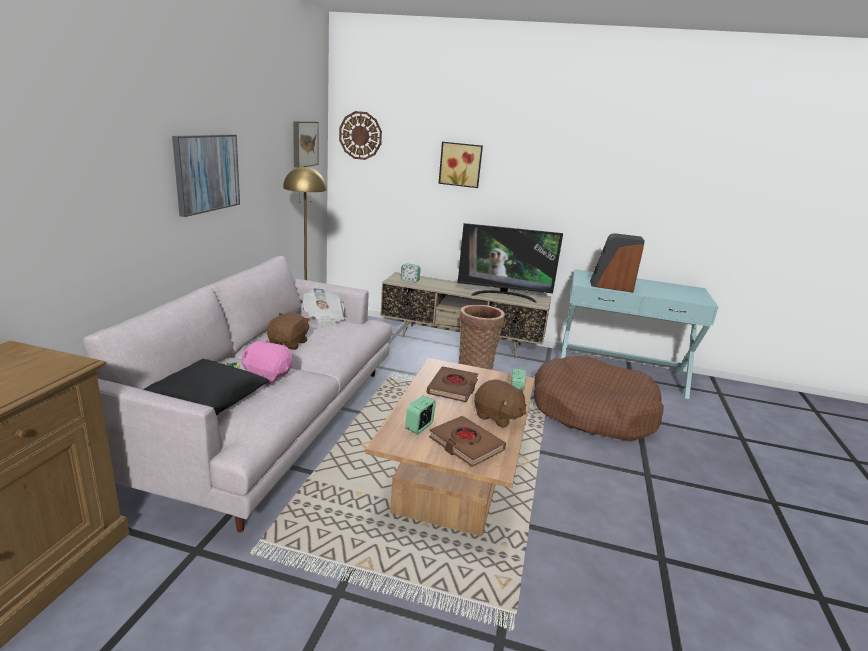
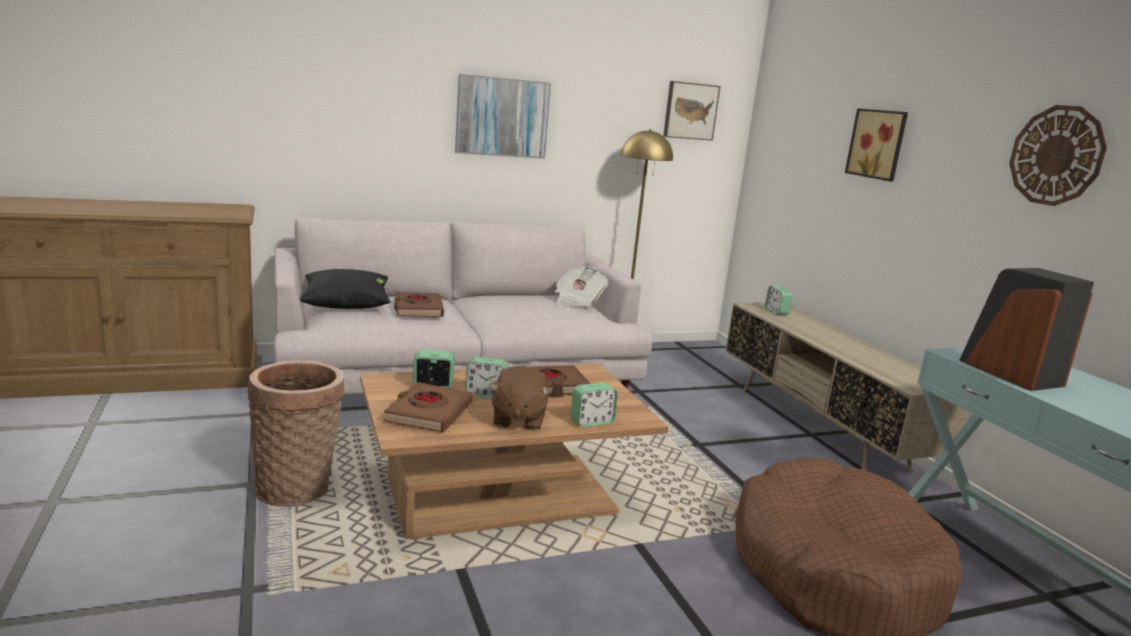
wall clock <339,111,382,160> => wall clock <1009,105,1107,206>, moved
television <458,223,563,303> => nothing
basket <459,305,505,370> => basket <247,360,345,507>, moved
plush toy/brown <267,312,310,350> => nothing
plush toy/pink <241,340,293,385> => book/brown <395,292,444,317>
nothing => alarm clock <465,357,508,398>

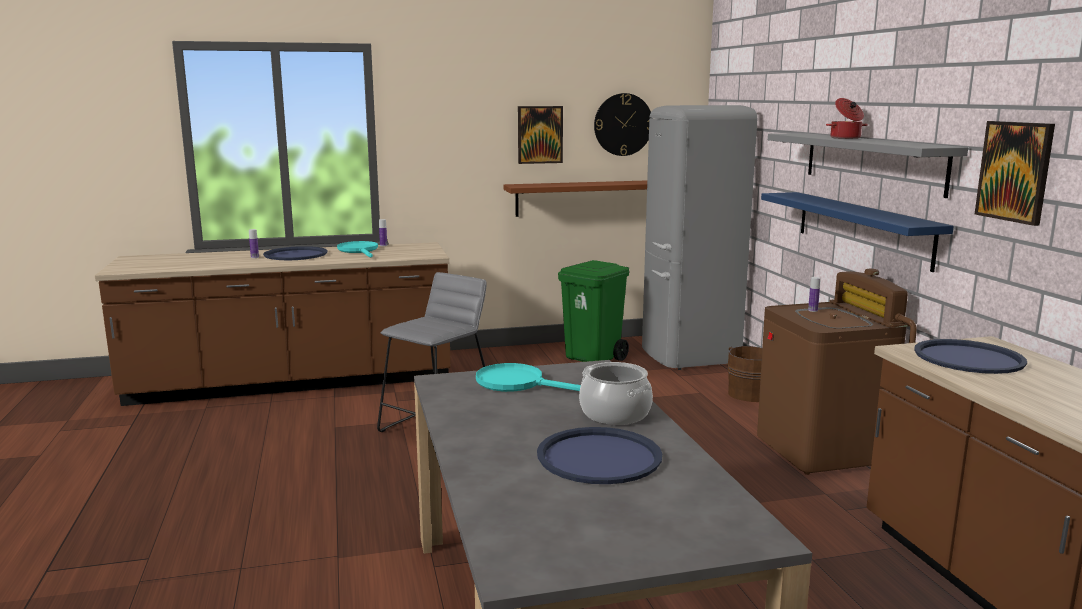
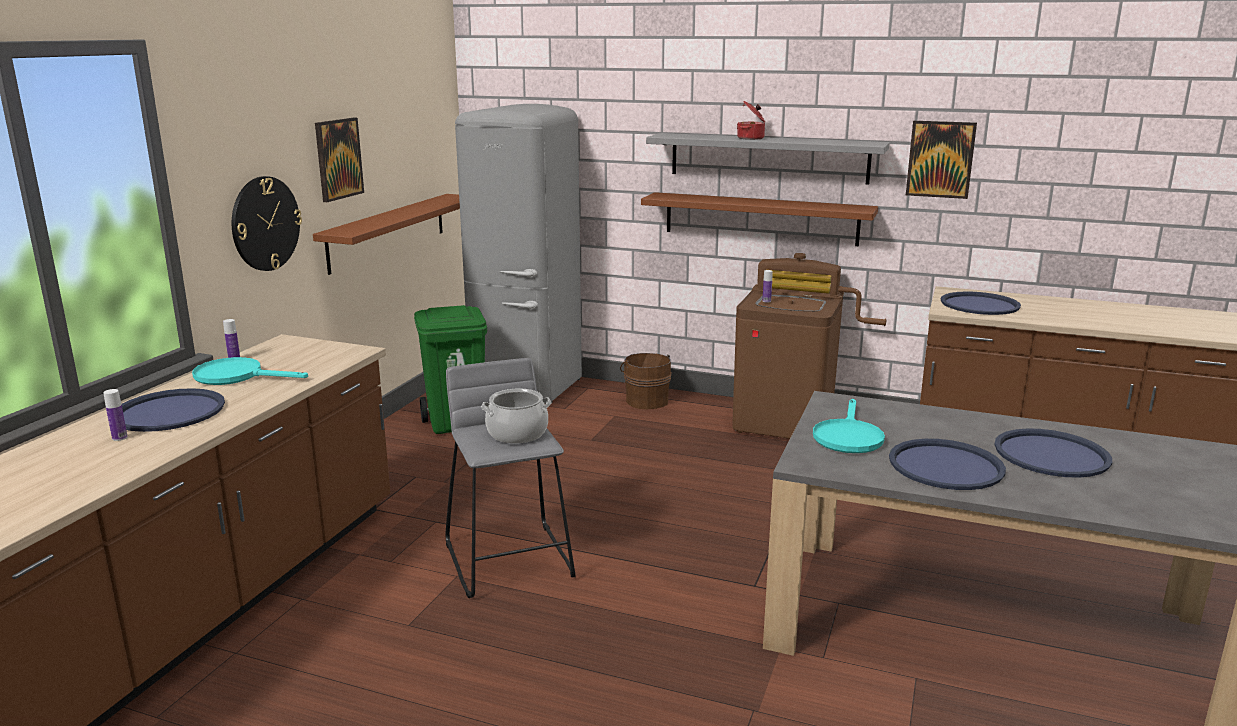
wall clock <594,93,651,156> => wall clock <232,176,302,271>, moved
shelf/blue <761,192,954,272> => shelf/brown <641,192,878,246>
cooking pot <579,362,653,425> => cooking pot <481,389,551,443>, moved
frying pan/turquoise <476,363,581,392> => frying pan/turquoise <813,399,885,453>, 45 degrees counterclockwise
nothing => tray/blue <889,439,1006,490>

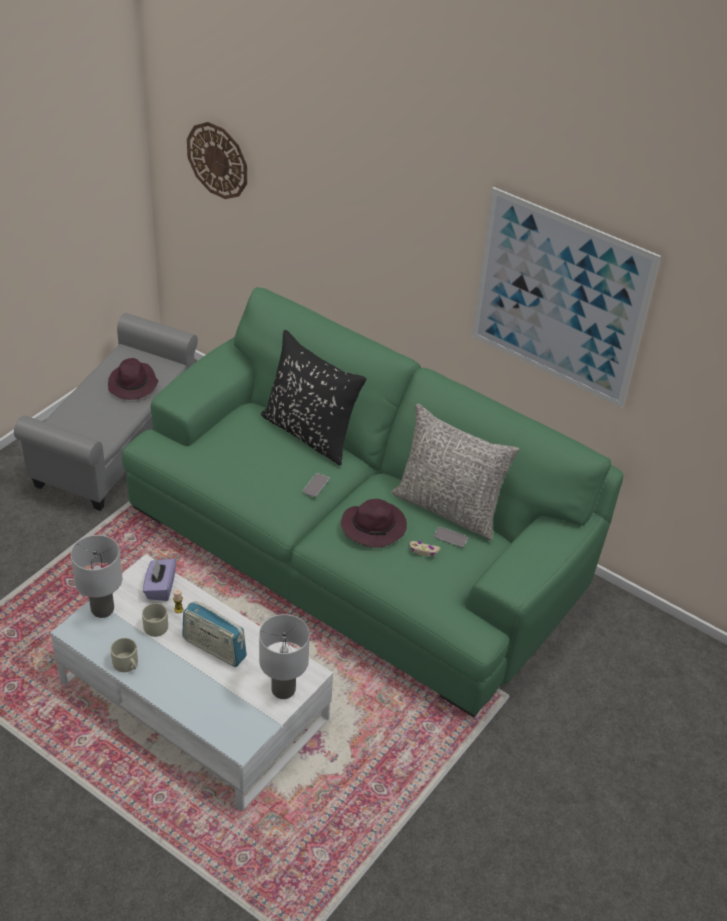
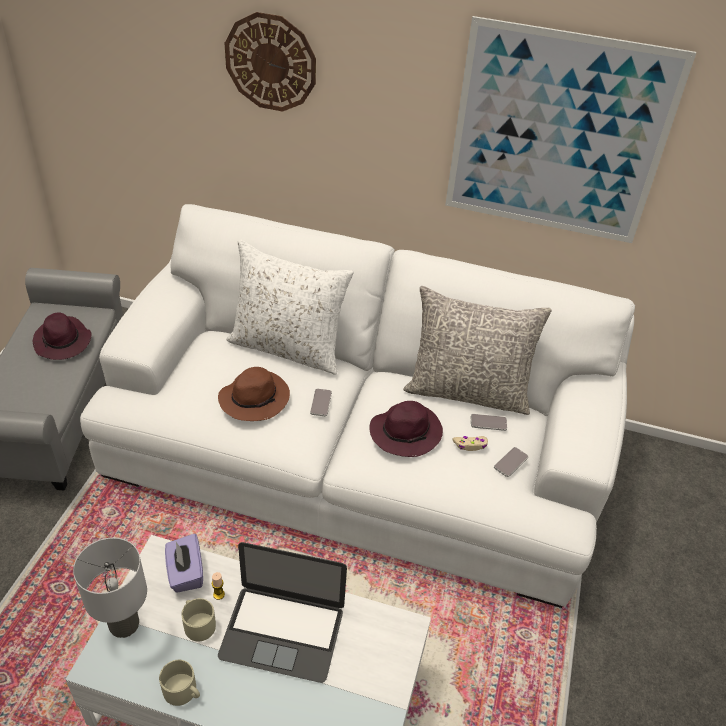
wall clock <187,122,247,199> => wall clock <224,12,316,112>, moved
sofa/green <122,287,623,717> => sofa/white <80,204,635,608>
pillow/black <261,330,366,465> => pillow/white <226,240,354,375>
radio <182,601,247,667> => laptop <218,542,347,683>
table lamp/white <259,614,310,699> => nothing
nothing => hat/brown <218,367,290,421>
nothing => phone <494,447,528,477>

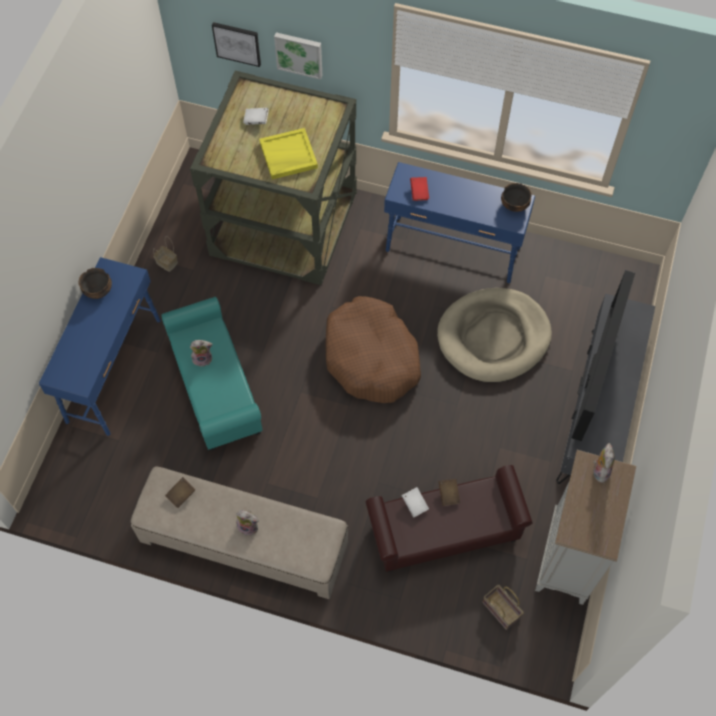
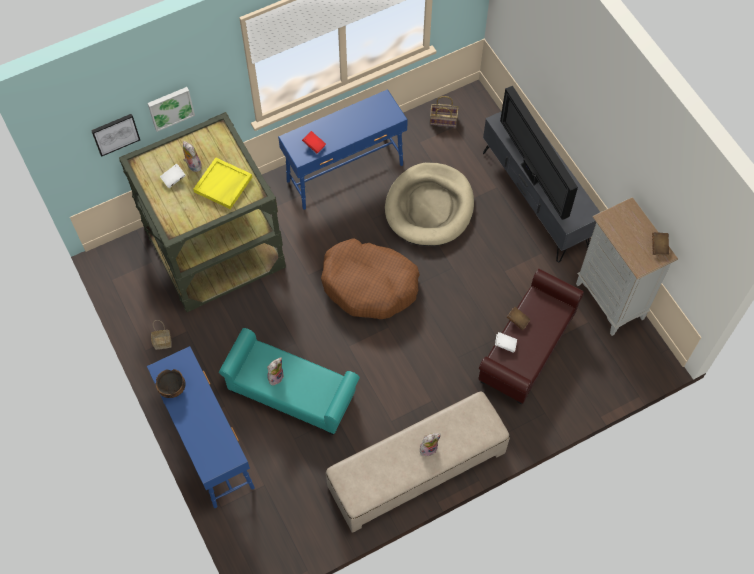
bowl <501,183,532,212> => nothing
plush toy <593,443,615,483> => plush toy <183,141,202,172>, moved
book/brown <165,477,196,508> => book/brown <652,232,669,255>, moved
basket <482,584,524,630> => basket <430,96,458,127>, moved

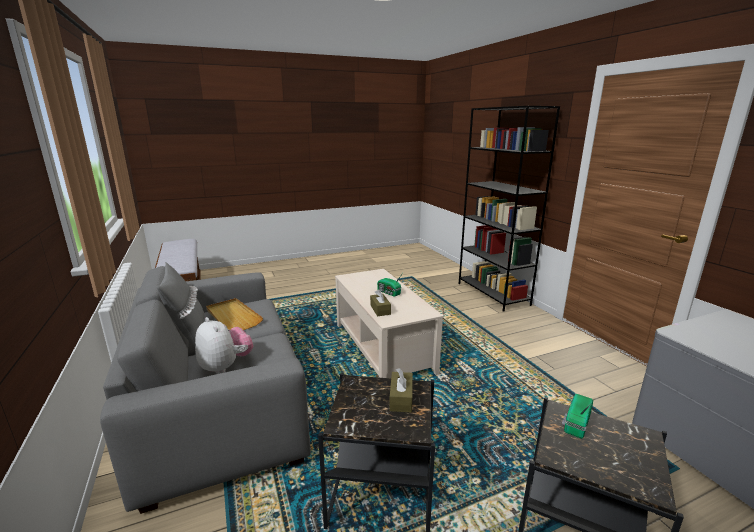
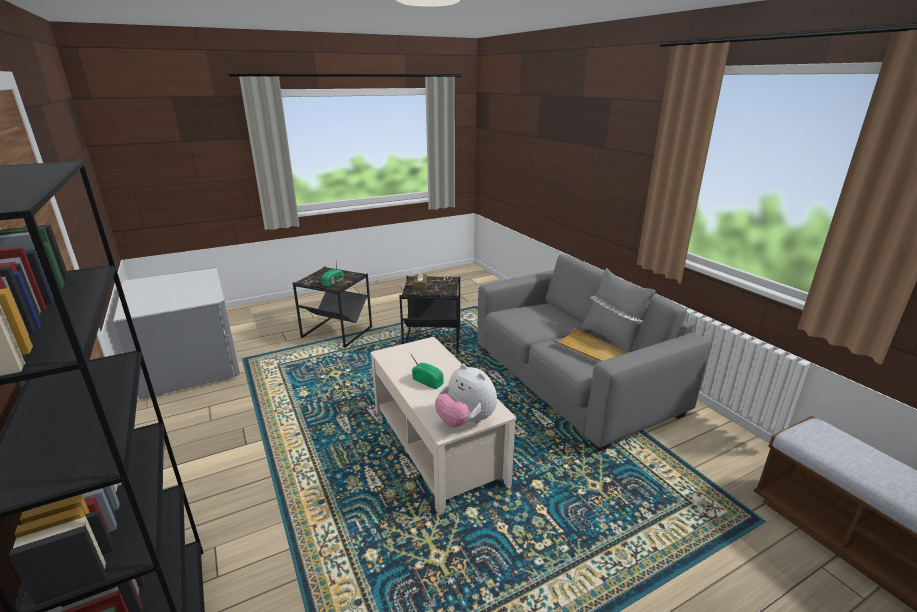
tissue box/brown <370,289,391,316> => nothing
plush toy <195,317,253,374> => plush toy <435,364,497,427>, moved

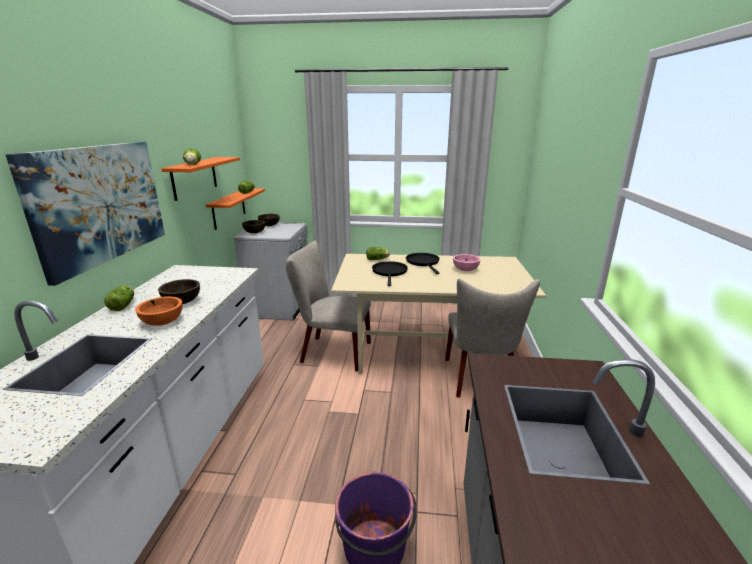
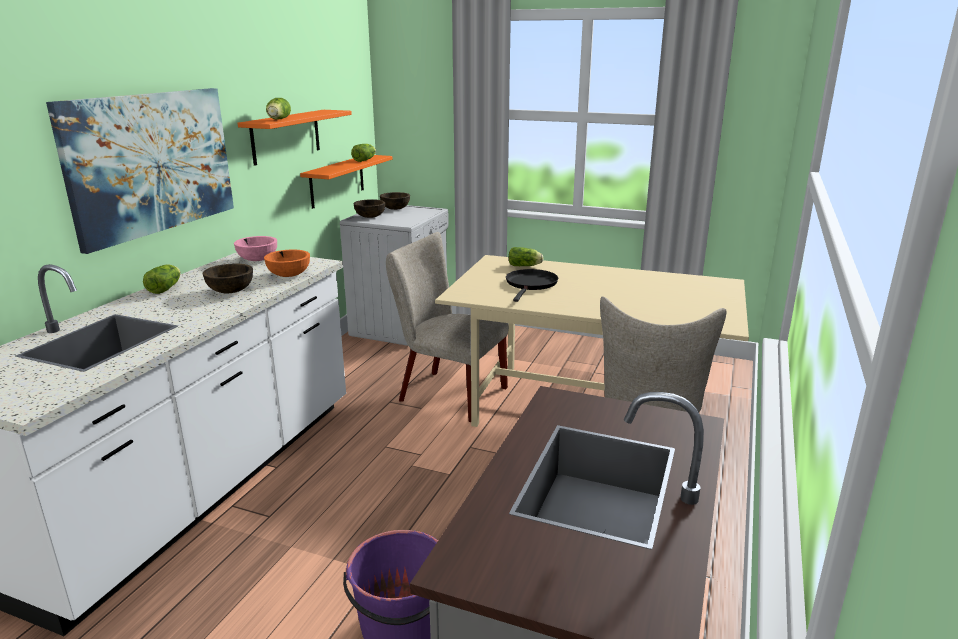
frying pan/black <406,253,440,274> => nothing
bowl/pink <453,254,481,271> => bowl/pink <234,236,277,261>, moved
bowl/orange <135,296,182,326> => bowl/orange <264,250,310,277>, moved

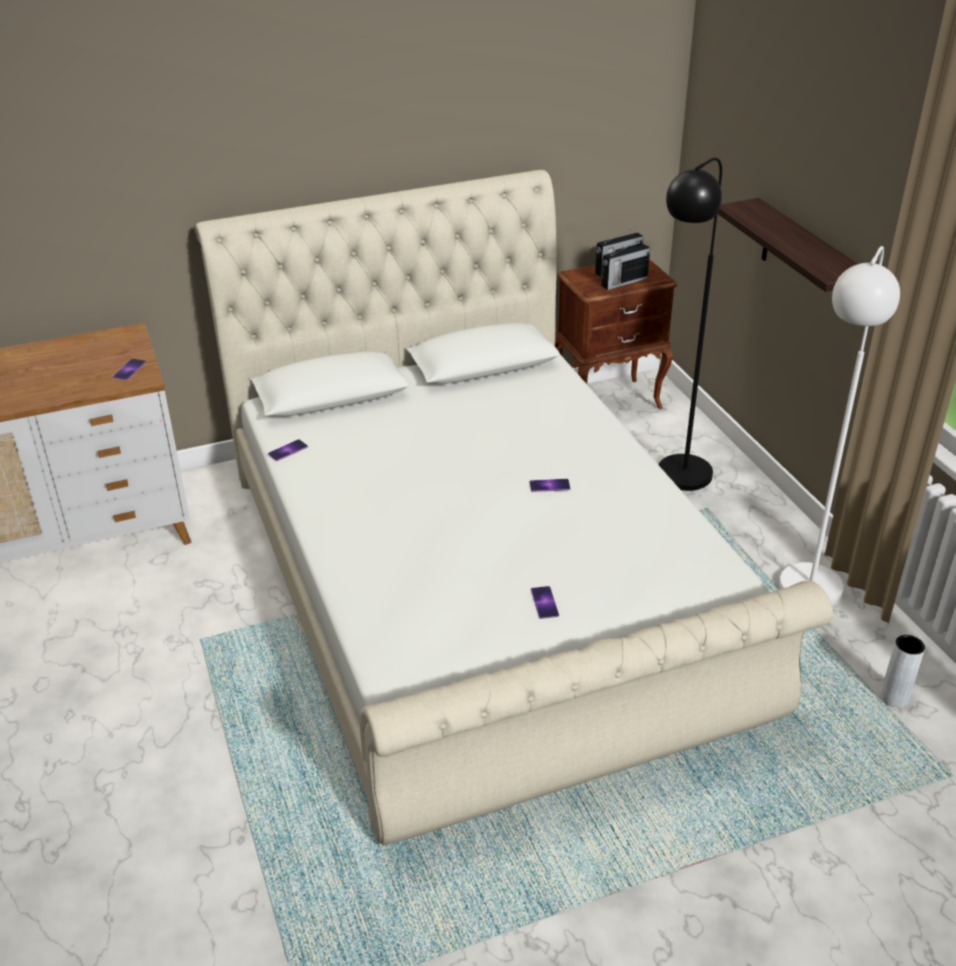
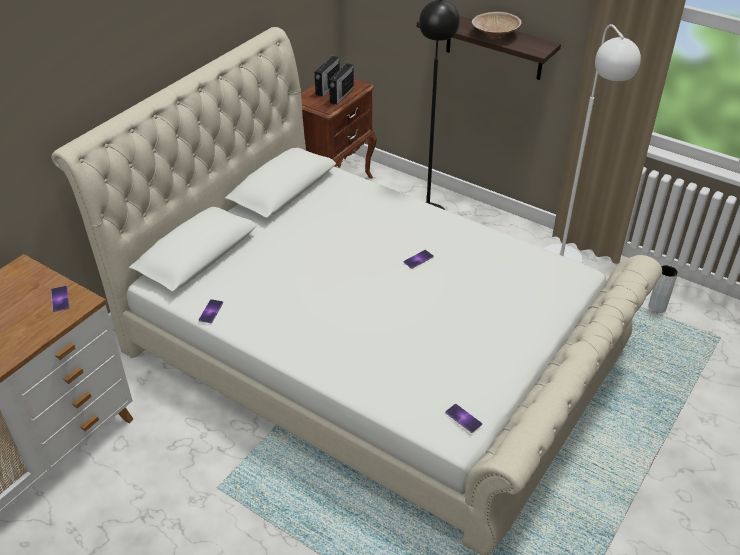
phone <531,586,559,619> => phone <445,404,482,433>, moved
nothing => bowl/beige <472,12,522,38>

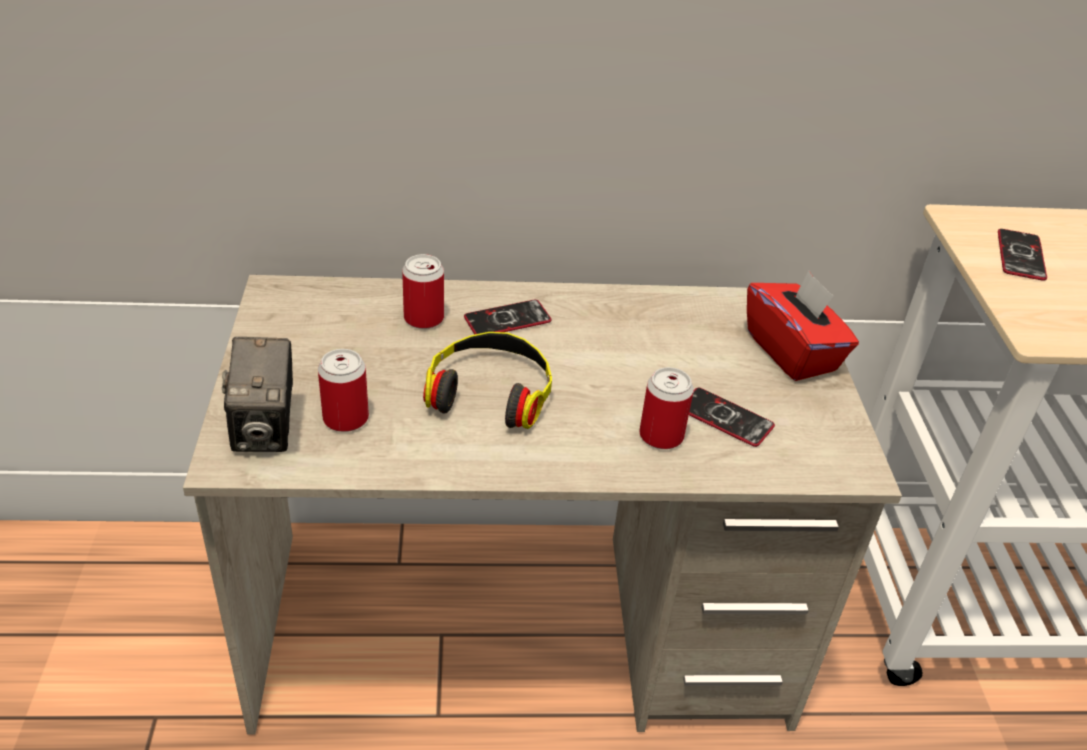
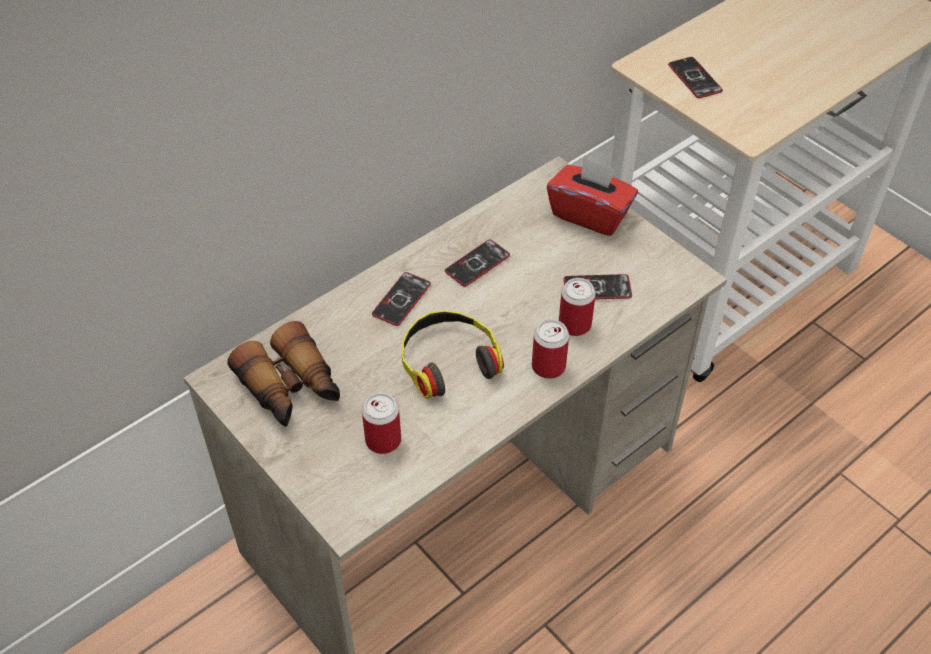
can <402,254,444,329> => can <532,319,569,379>, moved
photo camera <222,337,293,452> => nothing
nothing => phone <445,239,510,287>
nothing => binoculars <227,321,340,427>

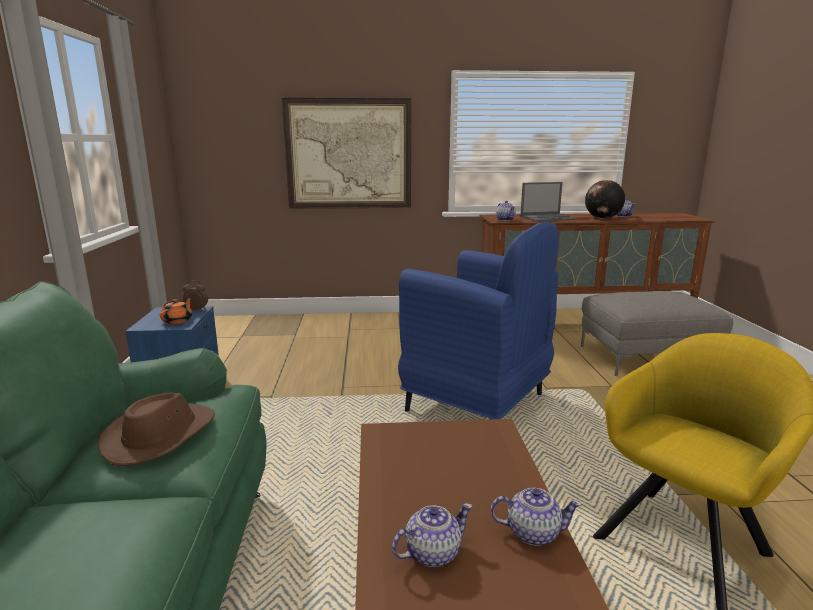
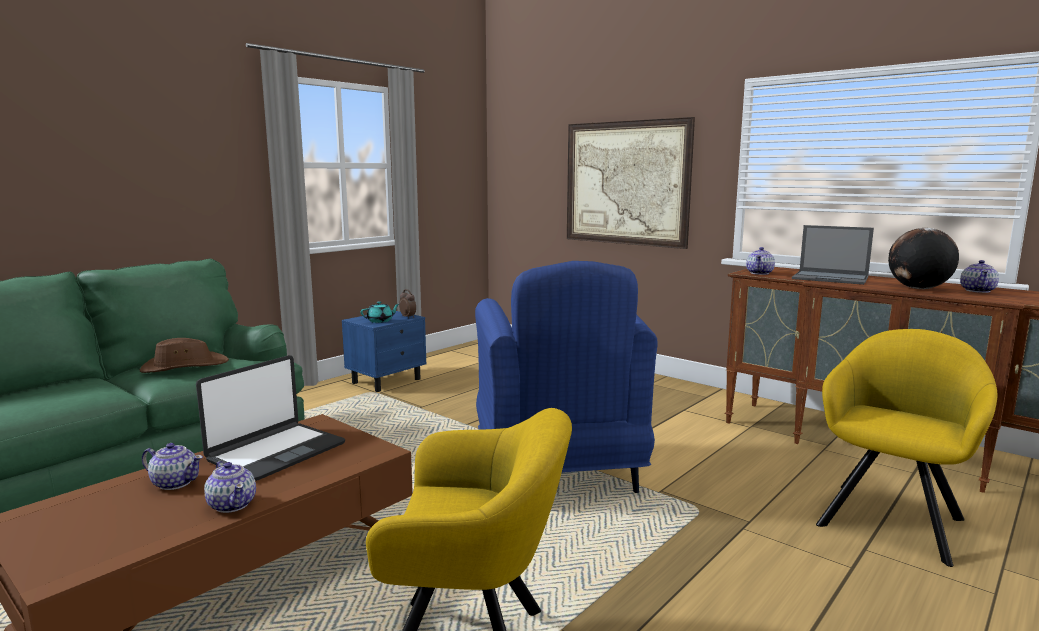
ottoman/grey <581,291,733,376> => armchair/yellow <816,329,997,567>
teapot/orange <160,297,192,324> => teapot/turquoise <361,301,399,323>
nothing => laptop <196,355,345,481>

